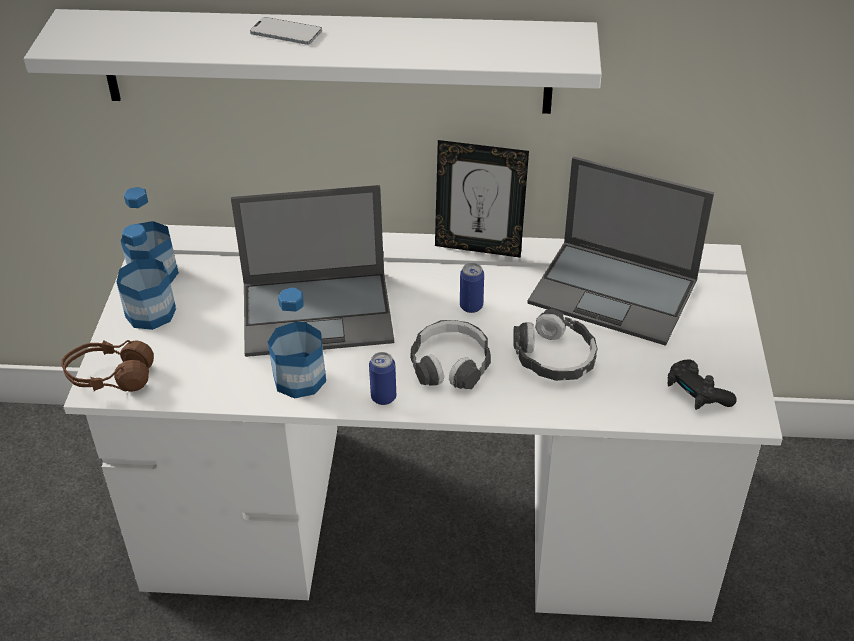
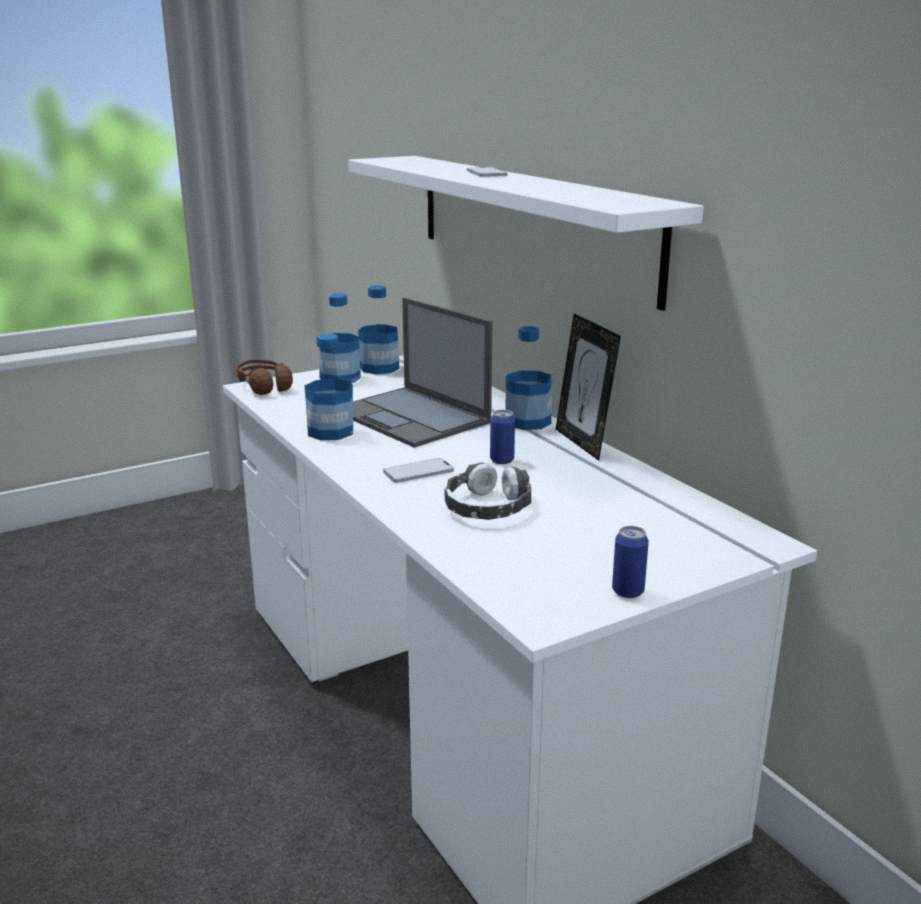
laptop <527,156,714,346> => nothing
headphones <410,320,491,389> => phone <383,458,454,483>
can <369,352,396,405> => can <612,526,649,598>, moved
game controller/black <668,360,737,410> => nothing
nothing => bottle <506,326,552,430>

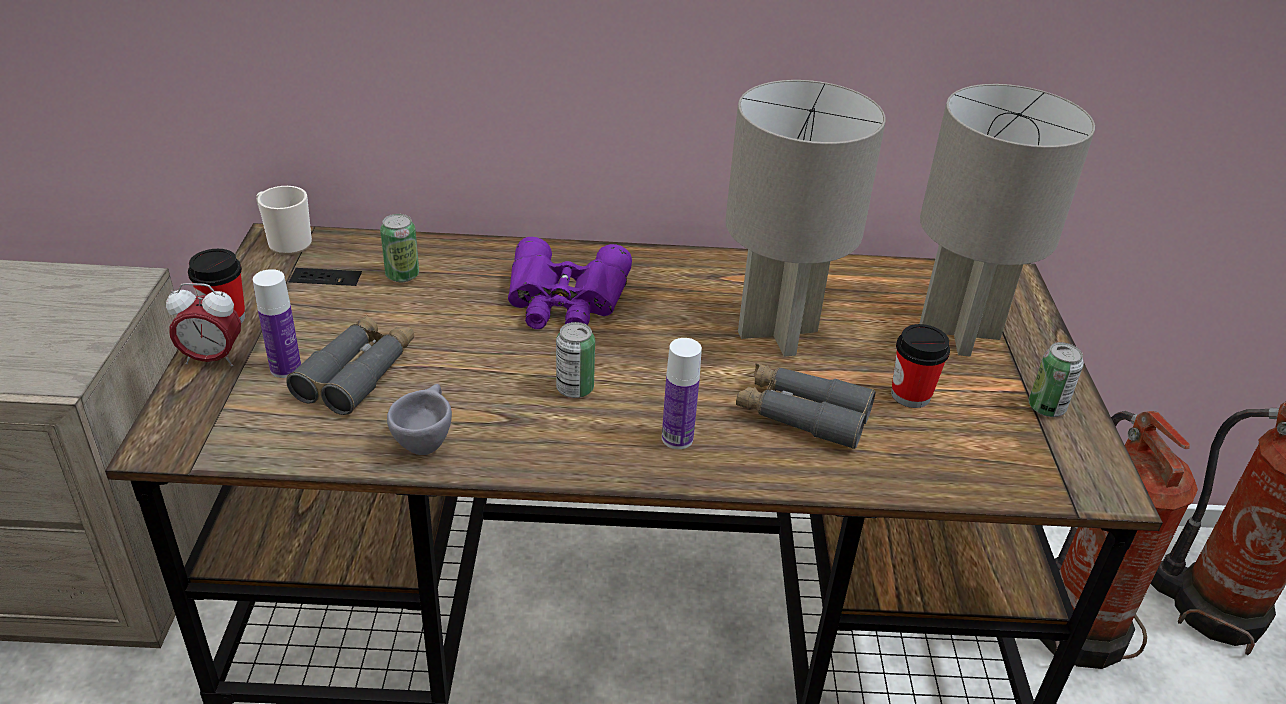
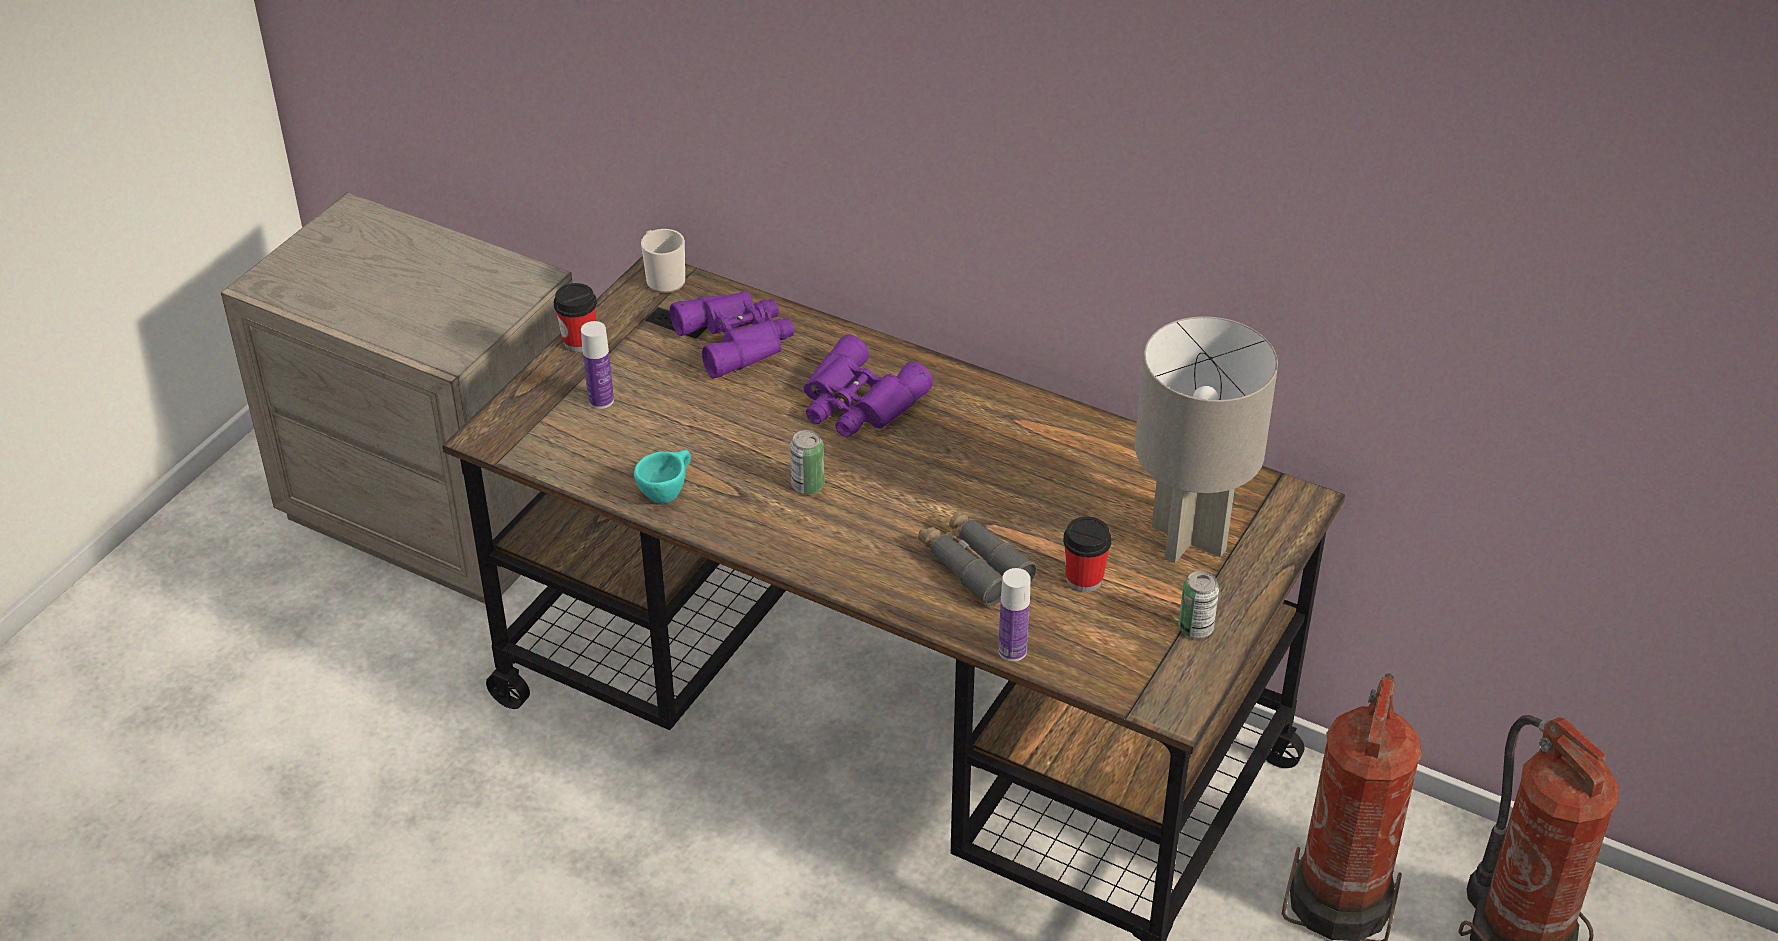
table lamp/grey <726,80,886,357> => nothing
can <380,214,419,282> => binoculars/purple <670,291,794,379>
alarm clock <166,283,241,367> => nothing
binoculars/grey <286,315,414,415> => nothing
bottle <662,338,702,449> => bottle <998,568,1031,662>, moved
cup/grey <387,384,452,455> => cup/turquoise <634,450,691,504>

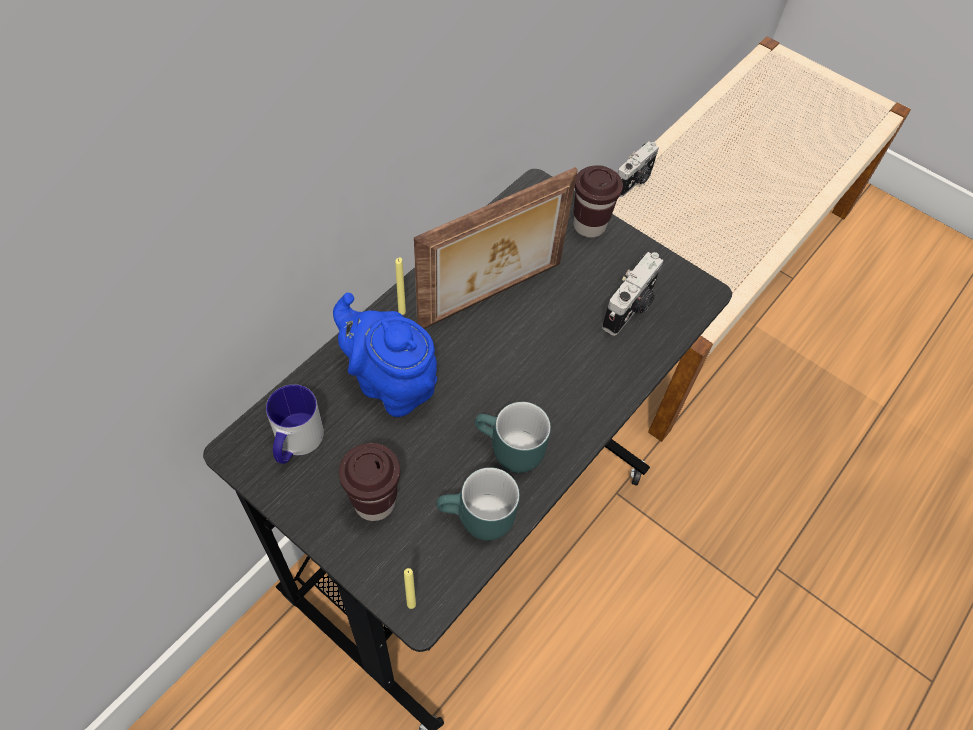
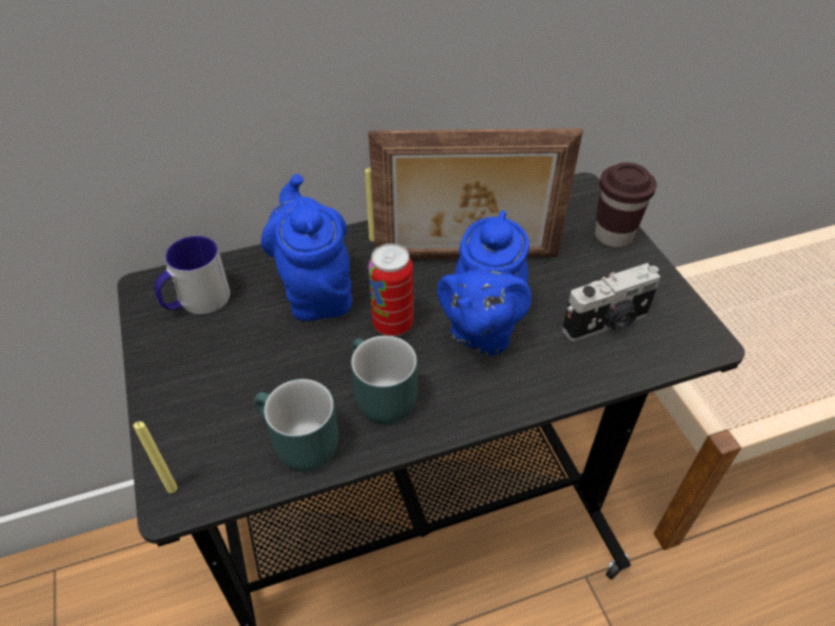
photo camera <617,142,659,197> => nothing
cup/brown <339,443,400,521> => nothing
nothing => teapot/blue <437,210,532,356>
nothing => can <368,244,413,336>

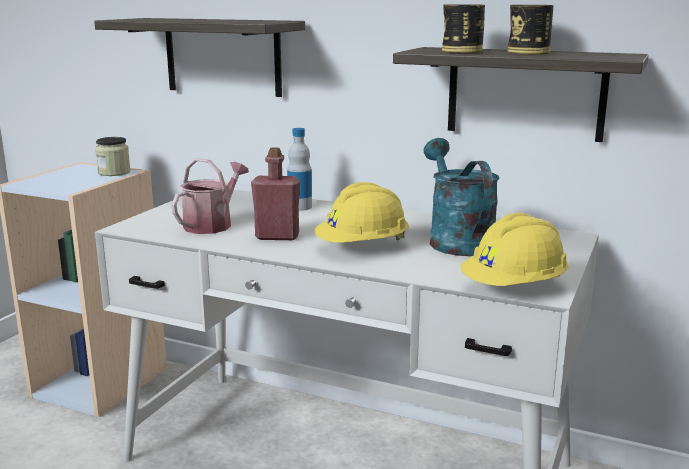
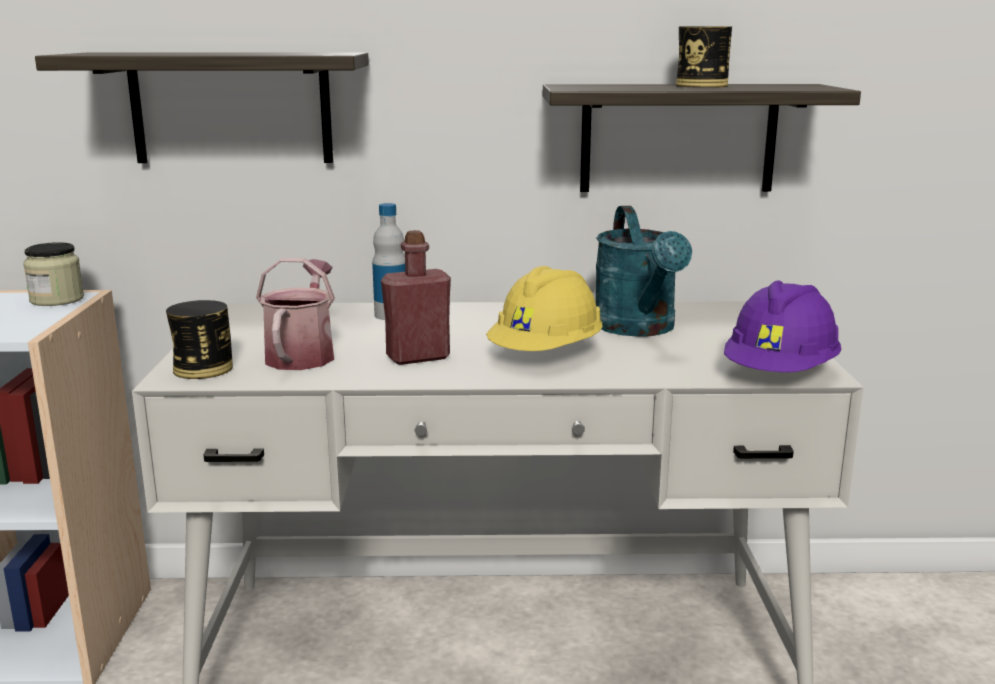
can <442,4,485,53> => can <166,300,233,379>, moved
watering can/turquoise <424,138,499,256> => watering can/turquoise <596,206,692,337>, 150 degrees counterclockwise
hard hat/yellow <461,213,568,286> => hard hat/purple <724,280,841,372>

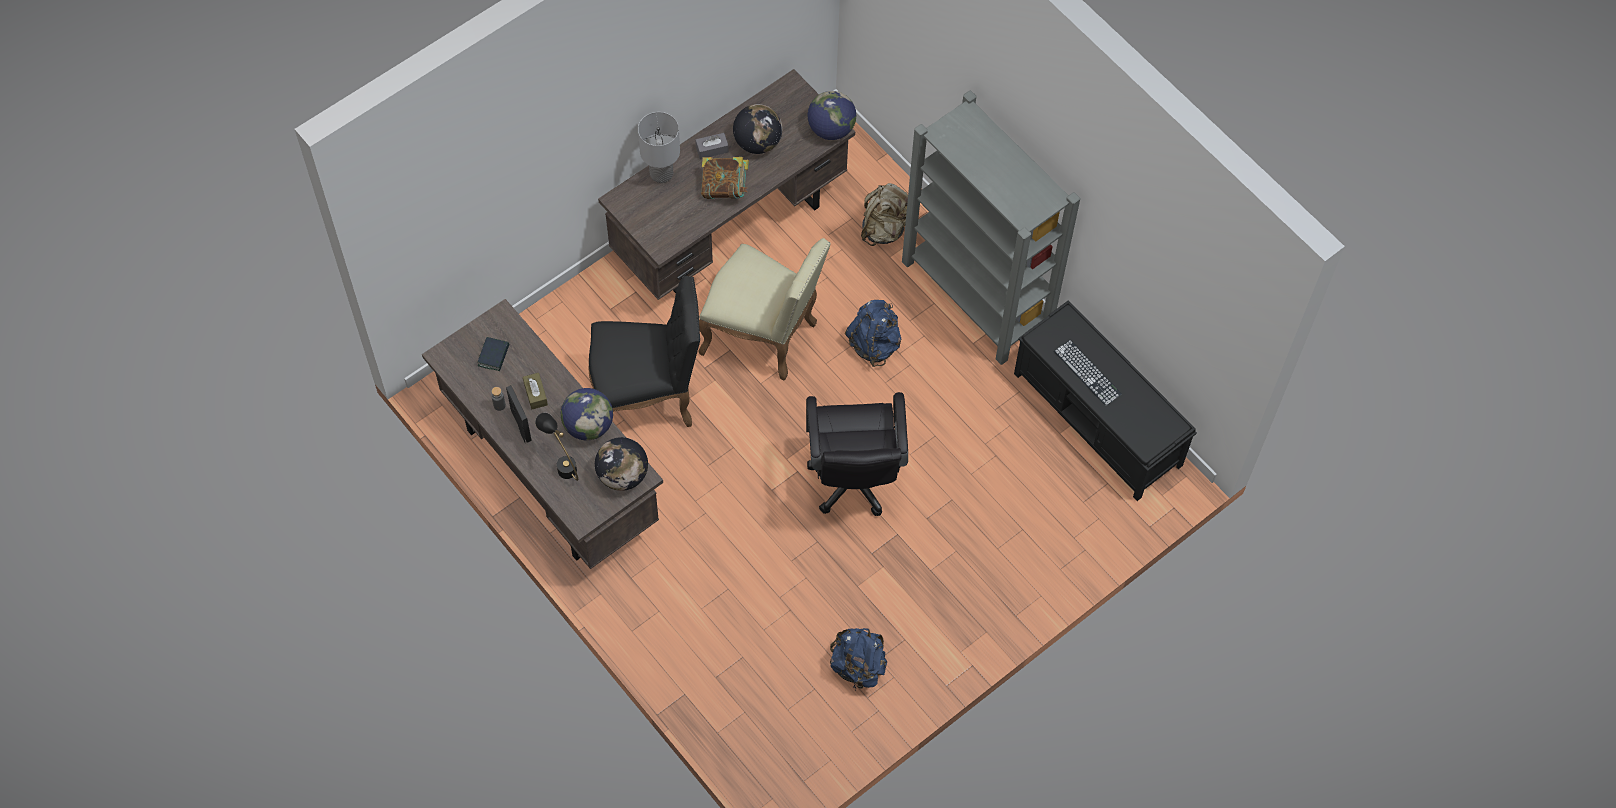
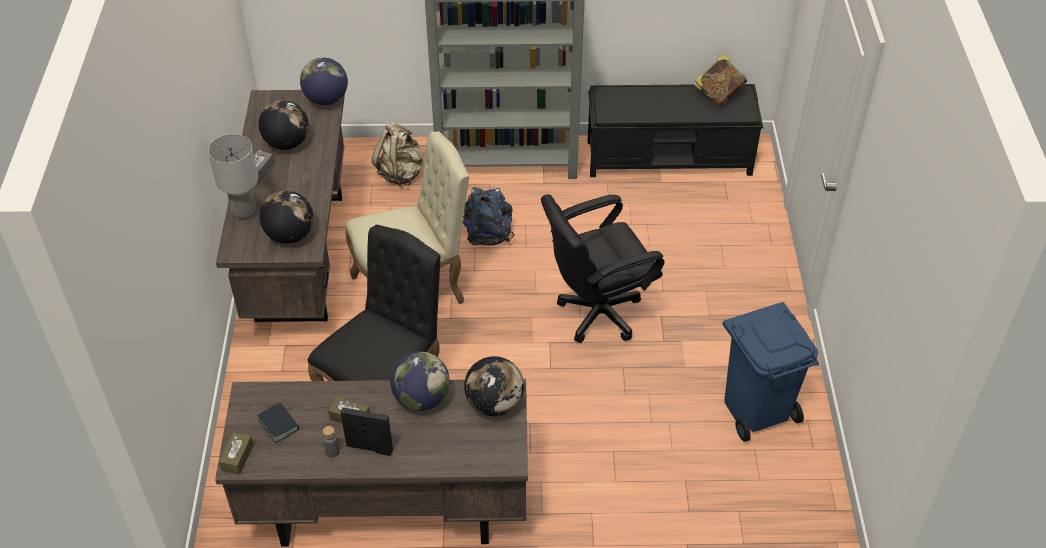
book <701,157,749,199> => book <694,54,747,107>, moved
keyboard <1054,340,1122,406> => nothing
office chair/black <806,392,908,516> => office chair/black <541,194,664,343>, 120 degrees clockwise
table lamp/black <535,413,578,481> => nothing
backpack/blue <830,628,887,688> => trash can/blue <723,302,819,442>
nothing => globe <260,191,314,244>
nothing => tissue box/brown <219,432,253,475>

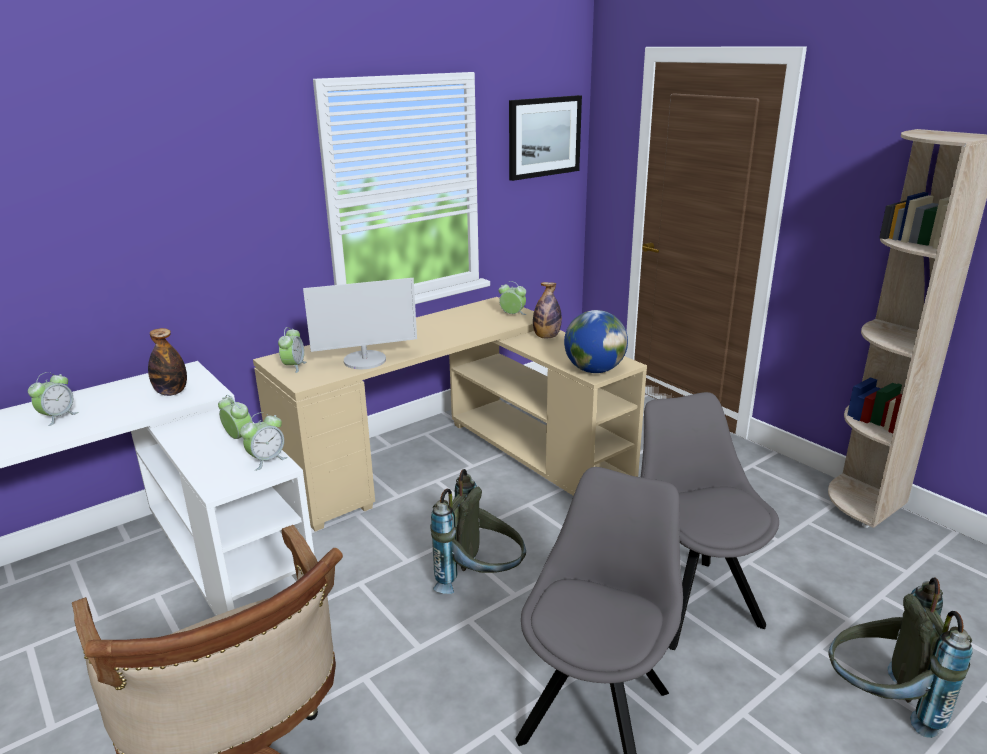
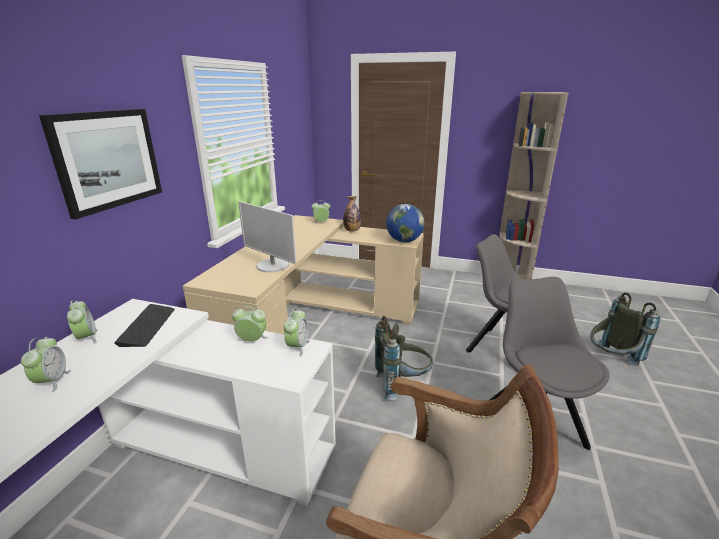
picture <509,95,582,181> => picture <39,109,162,219>, moved
monitor <303,278,417,369> => monitor <238,201,297,272>, 90 degrees clockwise
alarm clock <278,327,306,373> => alarm clock <67,300,97,344>, moved
bottle <148,328,187,396> => keyboard <114,304,175,347>

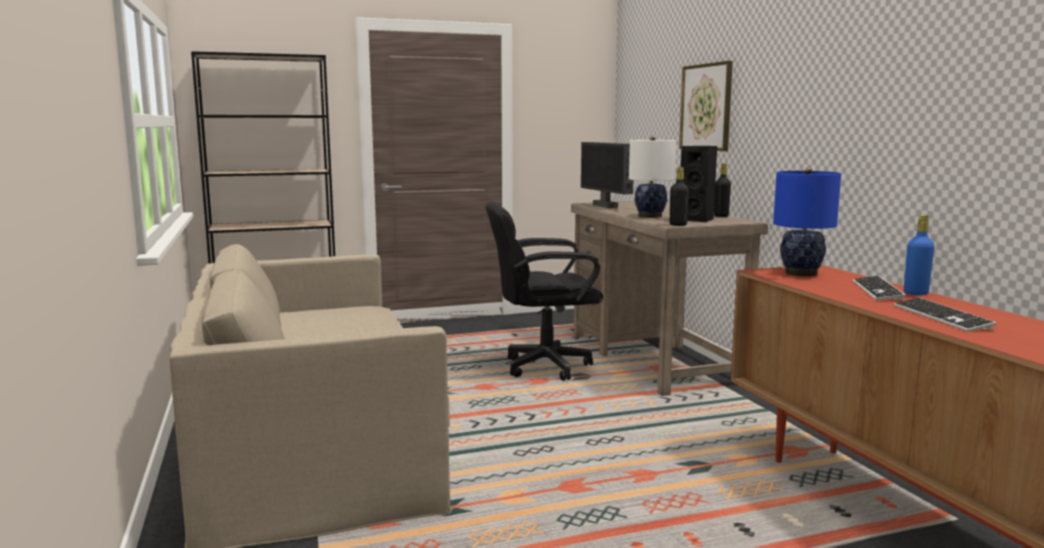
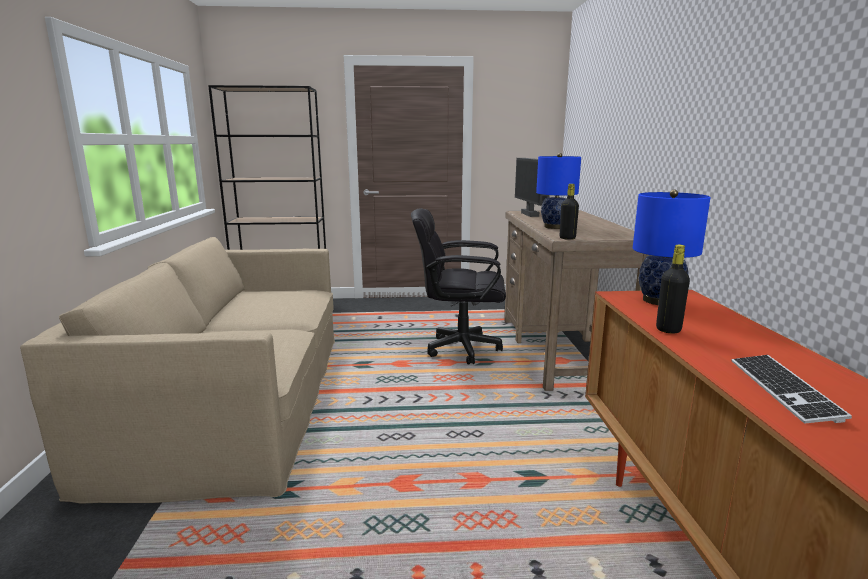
picture <679,61,733,151> => nothing
table lamp/white <629,136,676,218> => table lamp/blue <536,153,581,229>
speaker/black <681,146,717,222> => nothing
bottle/black <714,163,731,217> => bottle/black <656,245,690,333>, moved
bottle/blue <904,215,935,295> => nothing
keyboard <852,276,906,300> => nothing

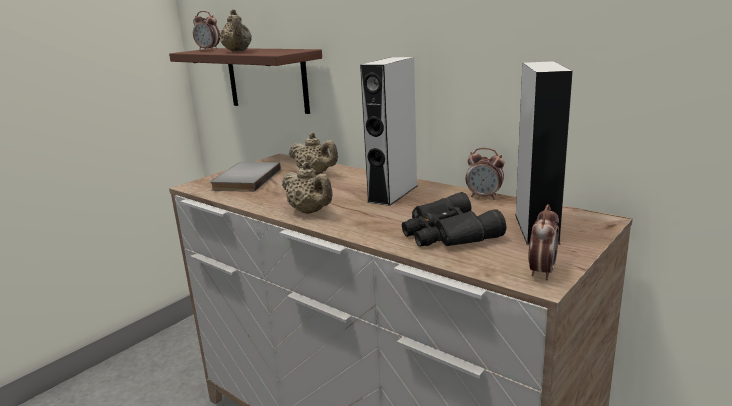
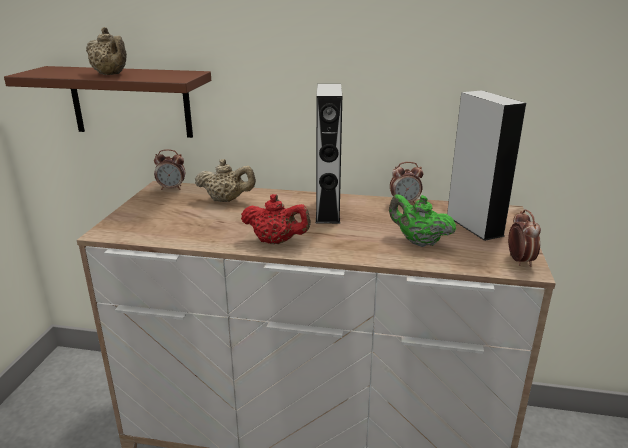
alarm clock <193,11,220,50> => alarm clock <154,149,185,190>, moved
book/grey <210,162,281,192> => nothing
teapot/beige <282,162,333,214> => teapot/red <241,194,311,244>
binoculars/black <402,192,507,247> => teapot/green <389,194,456,247>

